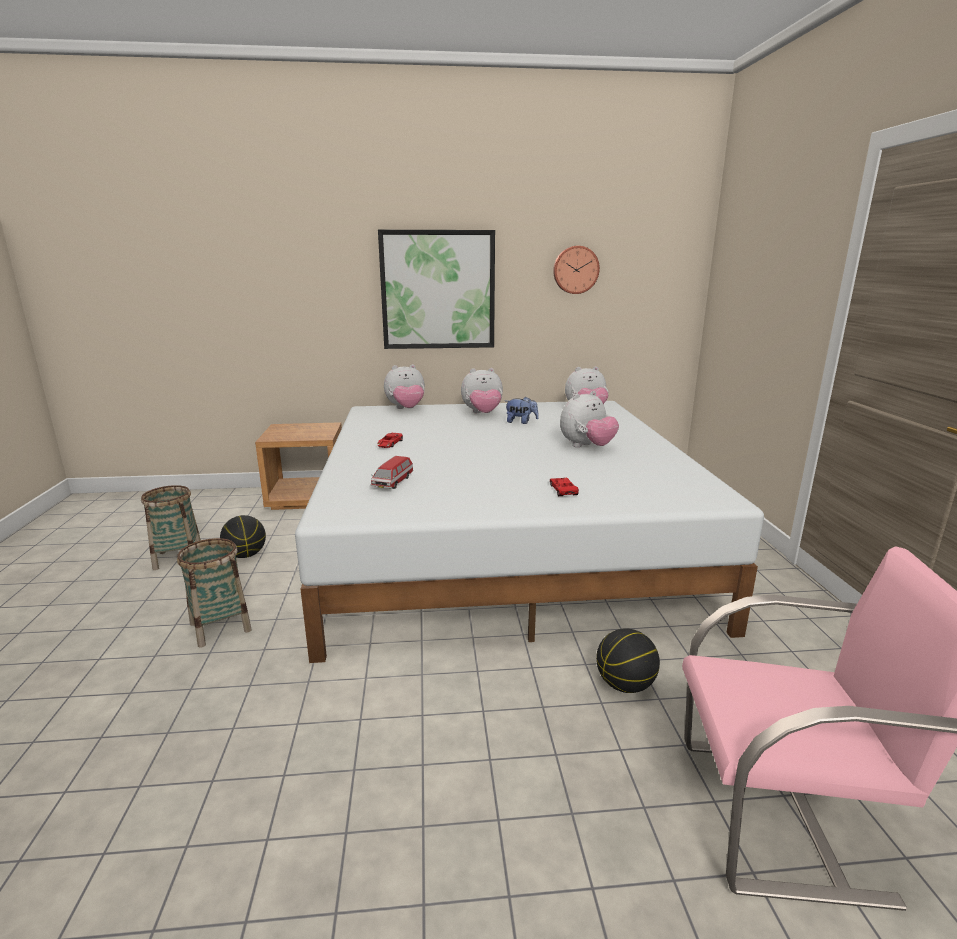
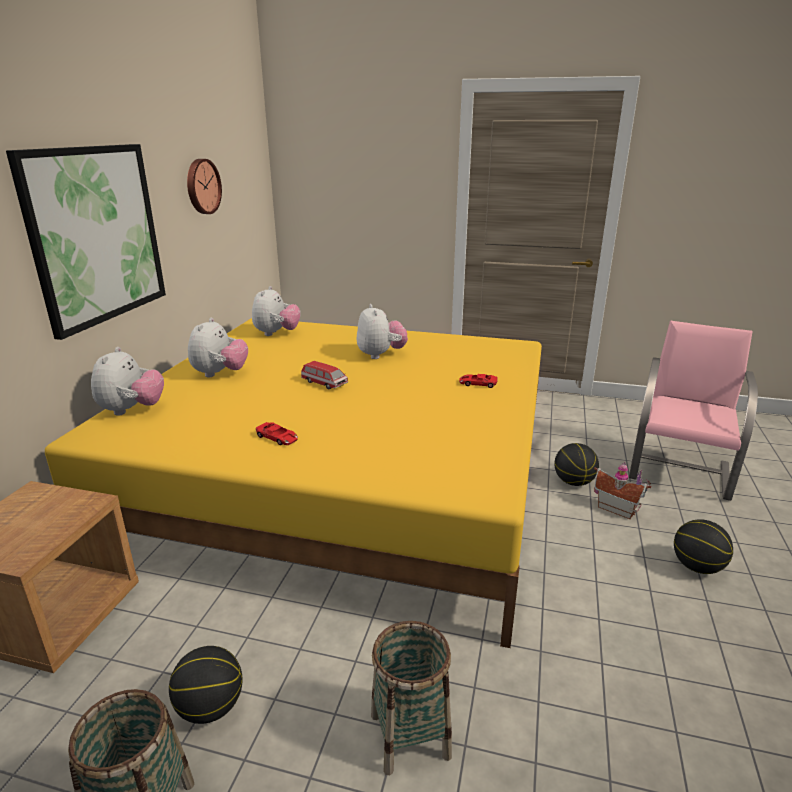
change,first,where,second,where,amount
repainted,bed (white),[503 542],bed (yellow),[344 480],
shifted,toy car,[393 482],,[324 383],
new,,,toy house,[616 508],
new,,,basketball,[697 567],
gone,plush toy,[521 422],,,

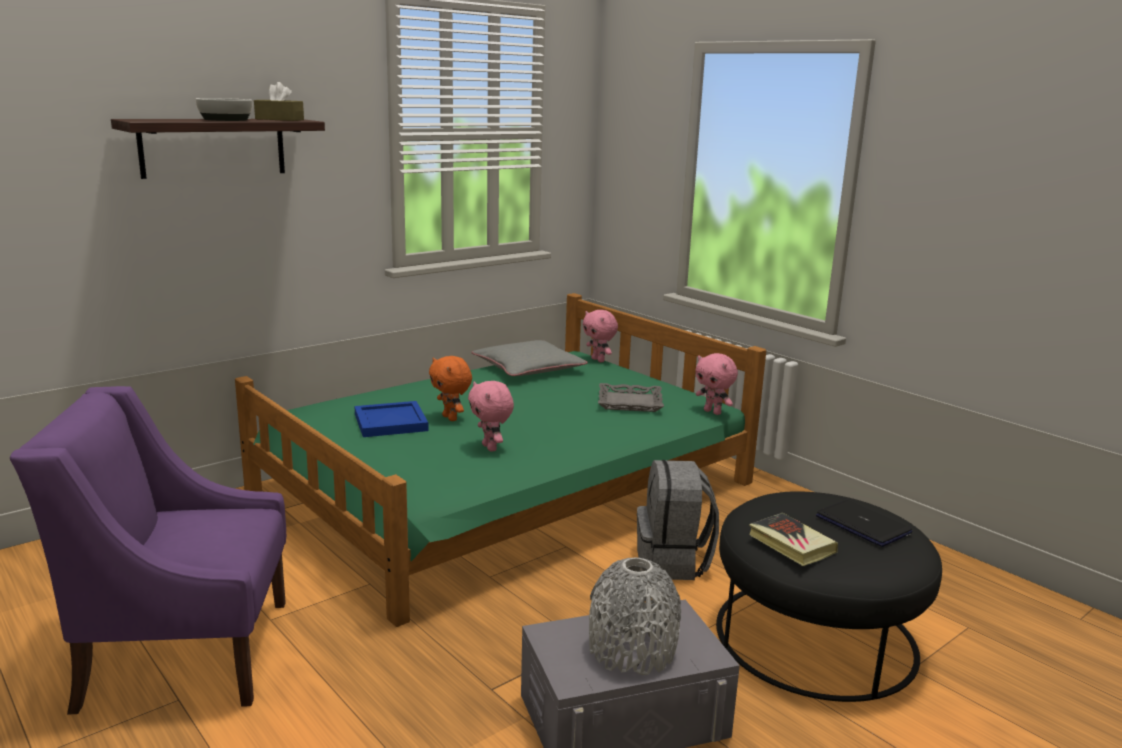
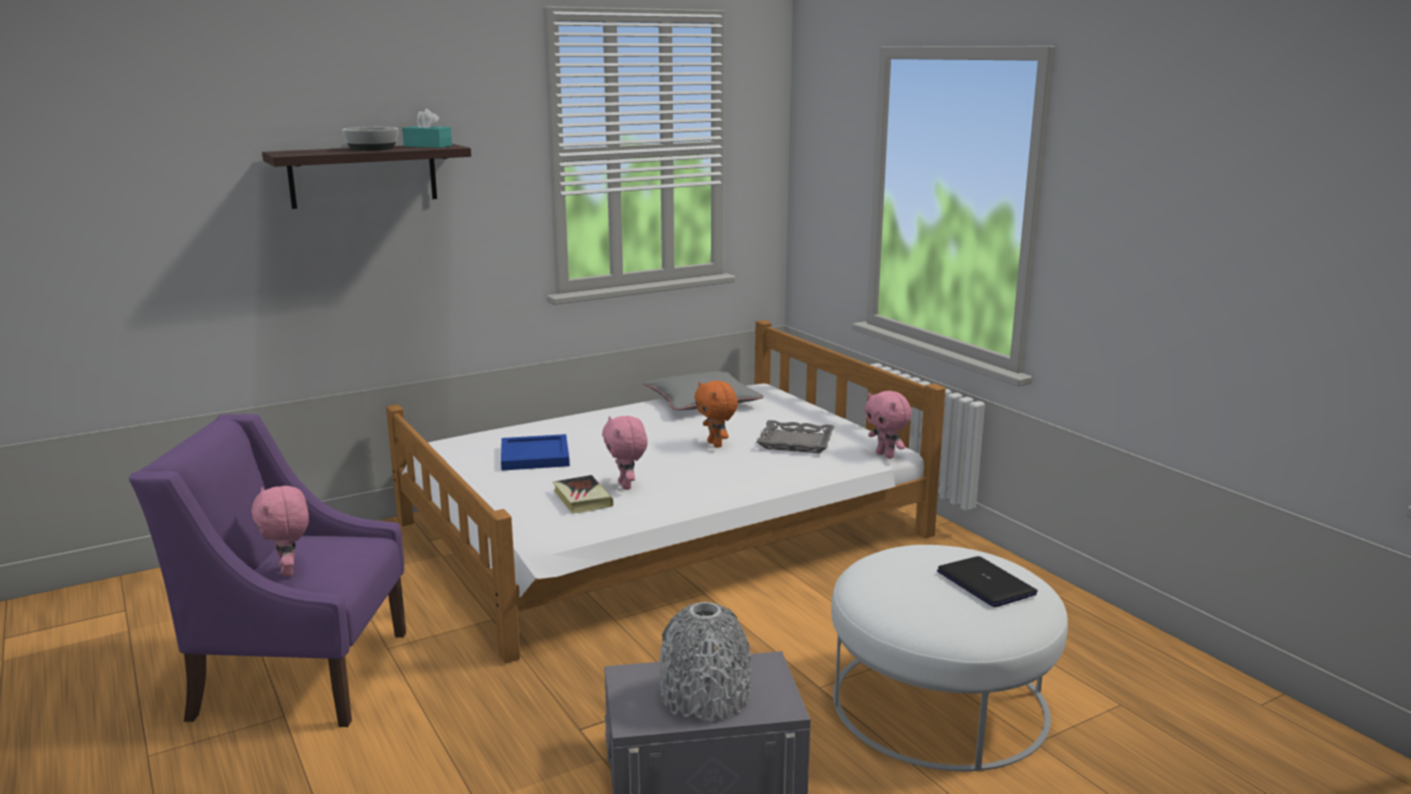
change,first,where,second,where,amount
shifted,plush toy (pink),[598 360],,[289 571],
repainted,bed (green),[505 488],bed (white),[661 529],
repainted,tissue box (brown),[279 119],tissue box (turquoise),[428 146],
shifted,book,[791 544],,[582 499],
shifted,plush toy (orange),[451 418],,[716 444],
repainted,ottoman (black),[815 637],ottoman (white),[939 703],
gone,backpack (grey),[673 563],,,

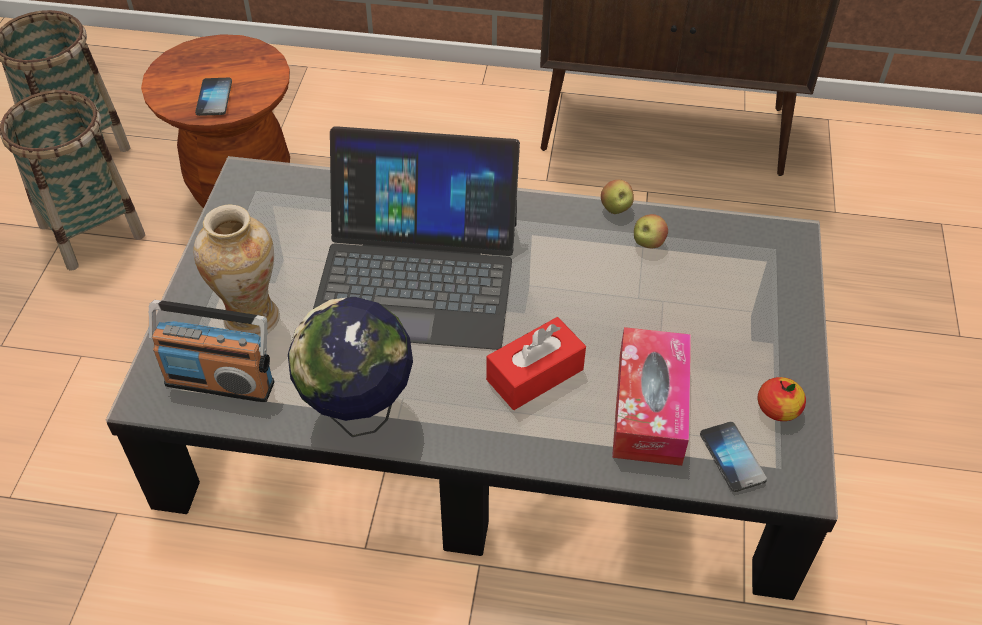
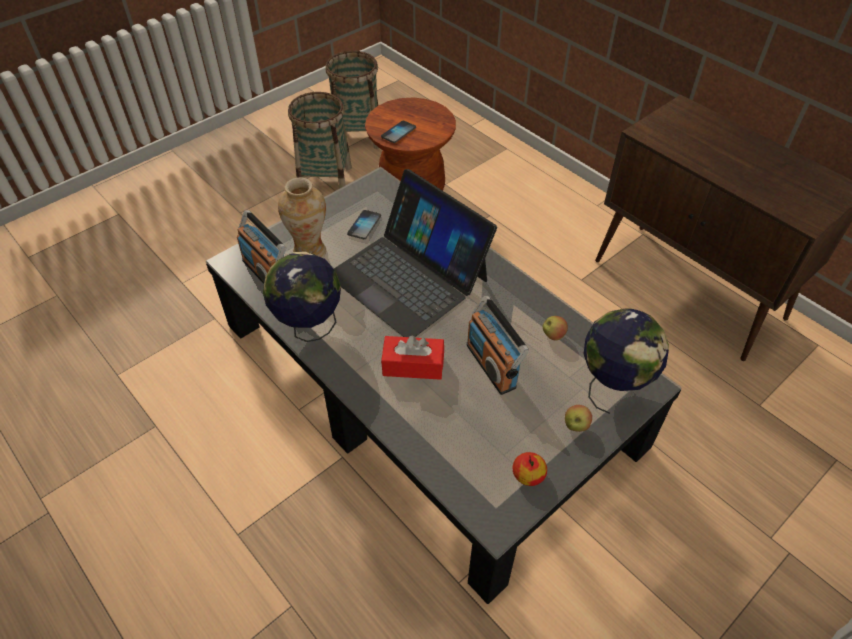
change,first,where,second,where,amount
shifted,phone,[732 457],,[364 225],
new,,,radio,[492 365],
shifted,apple,[616 209],,[575 426],
new,,,globe,[613 386],
gone,tissue box,[649 407],,,

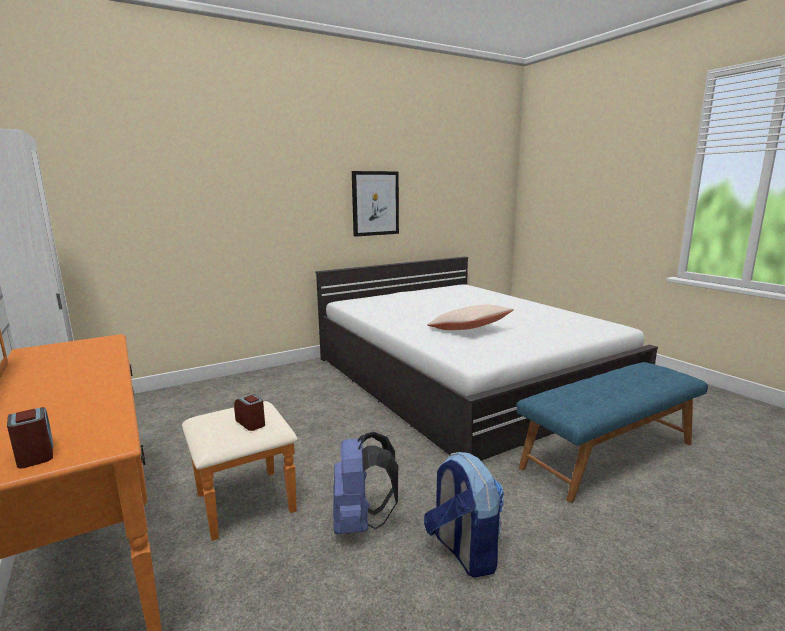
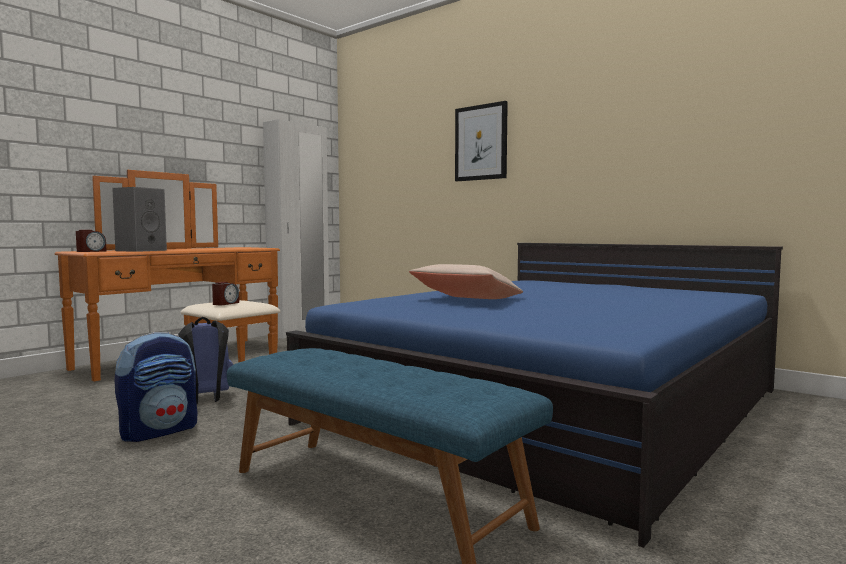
change,first,where,second,where,amount
new,,,speaker (grey),[141 250],
repainted,bed (white),[463 379],bed (blue),[556 405],
shifted,picture,[375 203],,[481 142],

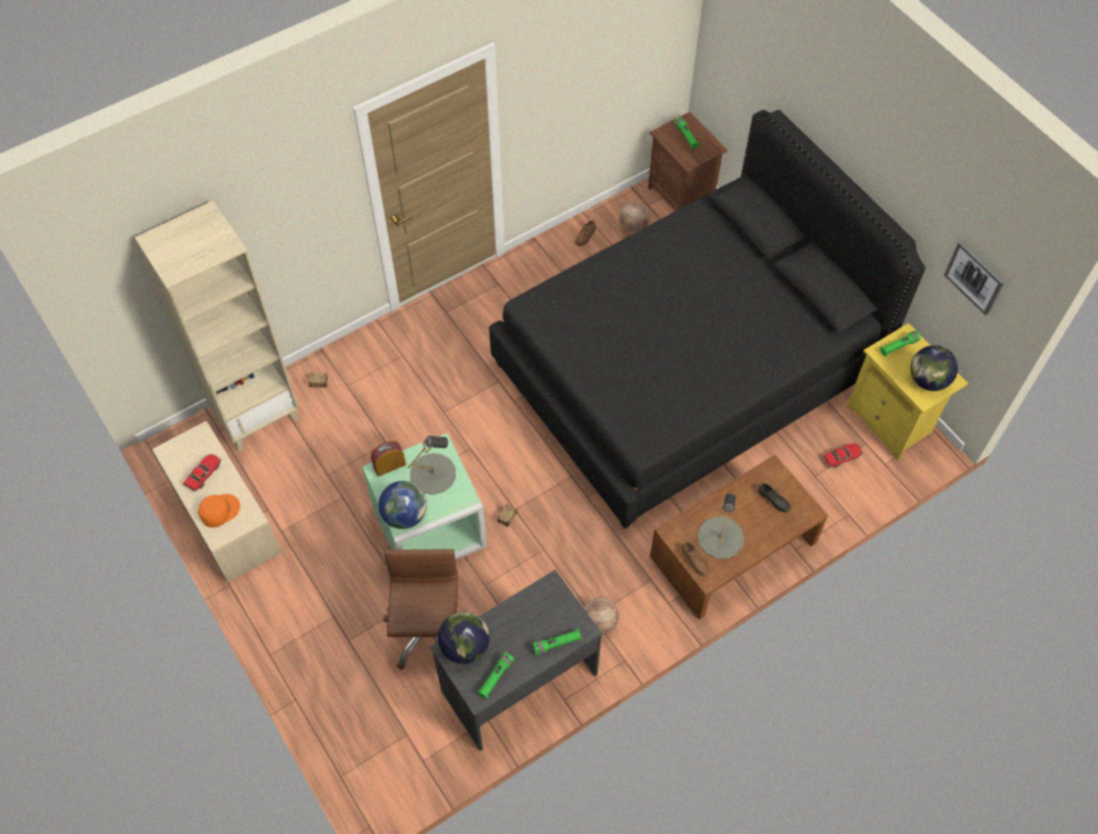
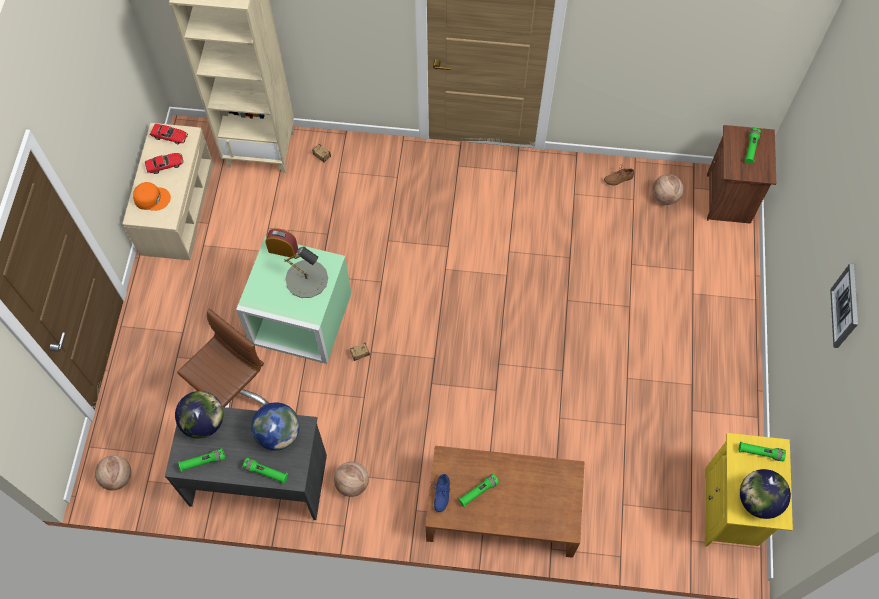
change,first,where,second,where,amount
new,,,basketball,[118 477],
shifted,toy car,[842 457],,[170 136],
shifted,globe,[404 515],,[278 433],
repainted,shoe (brown),[694 562],shoe (blue),[440 494],
swapped,table lamp (grey),[720 537],flashlight (green),[478 492],
shifted,picture,[975 277],,[846 306],
gone,bed (black),[685 368],,,
gone,shoe (grey),[773 501],,,

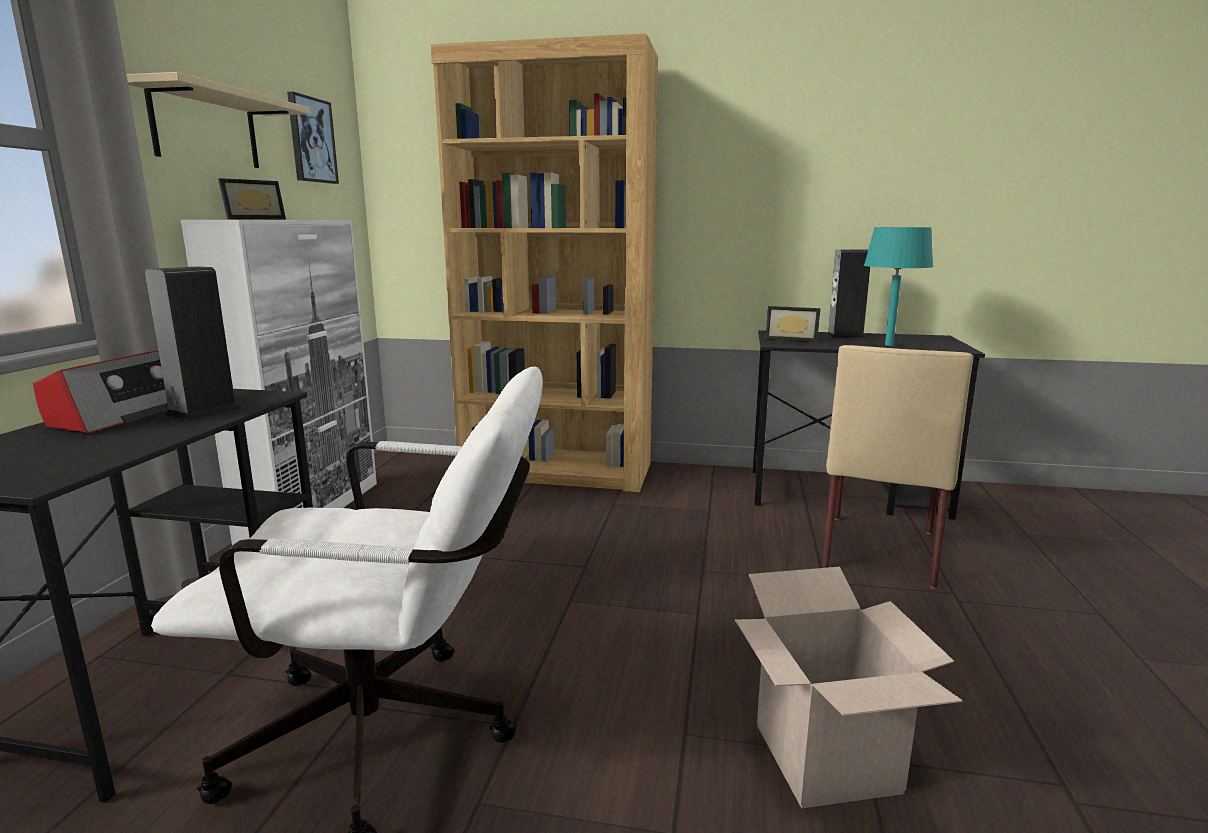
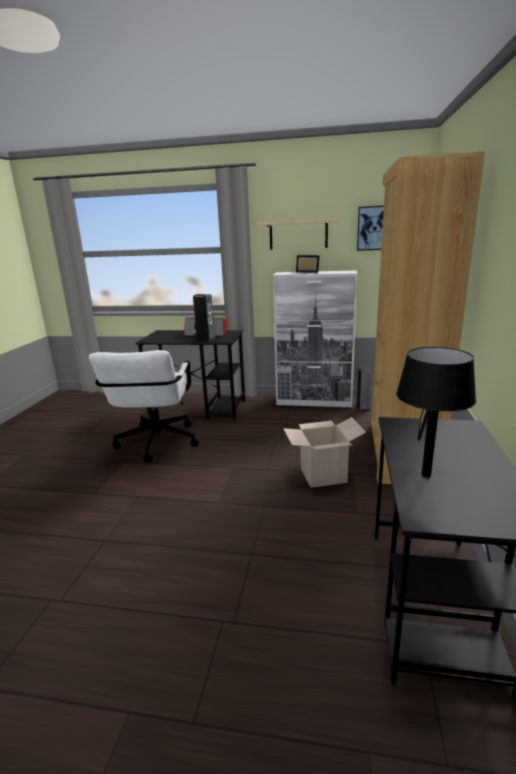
change,first,where,second,where,amount
shifted,cardboard box,[826 758],,[323 475],
shifted,speaker,[845 336],,[362 408],
repainted,table lamp (turquoise),[889 345],table lamp (black),[426 475],
gone,chair (beige),[879 548],,,

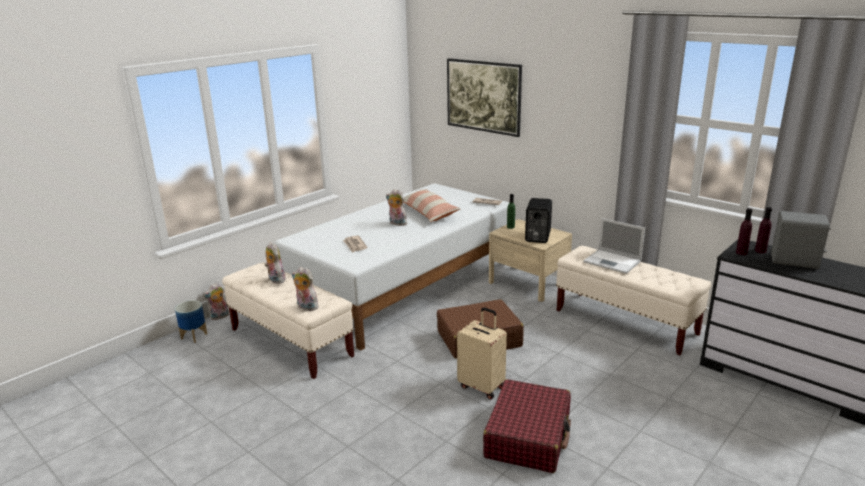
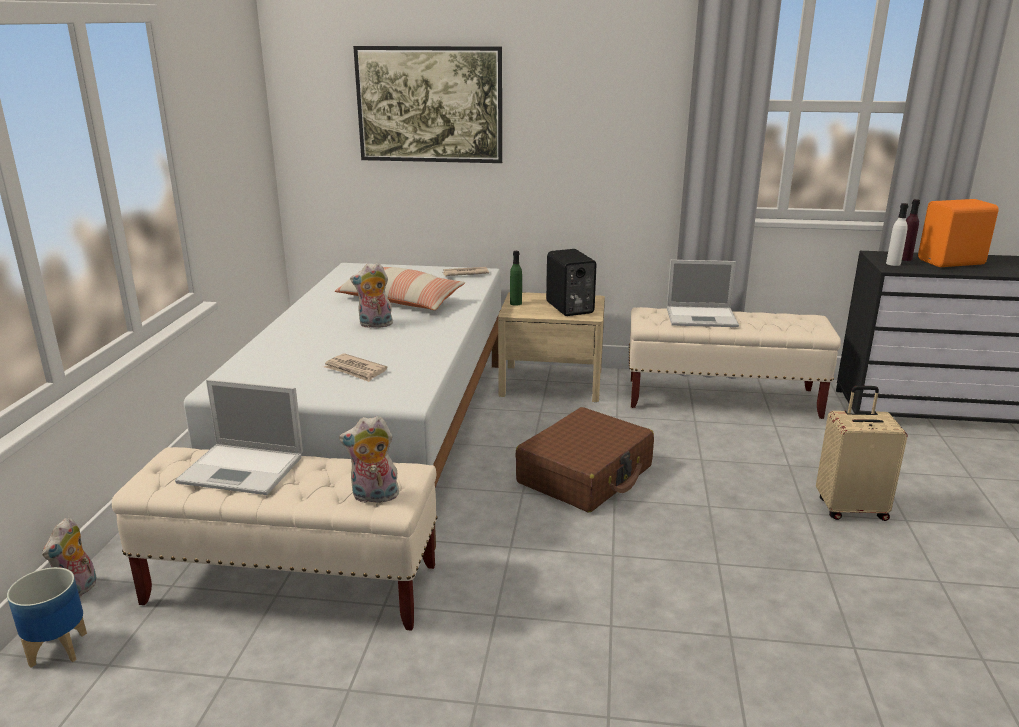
change,first,where,second,where,amount
swapped,plush toy,[275 280],laptop,[244 469],
shifted,suitcase (beige),[482 386],,[850 508],
repainted,bottle (purple),[741 253],bottle (white),[893 263],
repainted,speaker (grey),[795 262],speaker (orange),[952 262],
gone,suitcase (red),[528 436],,,

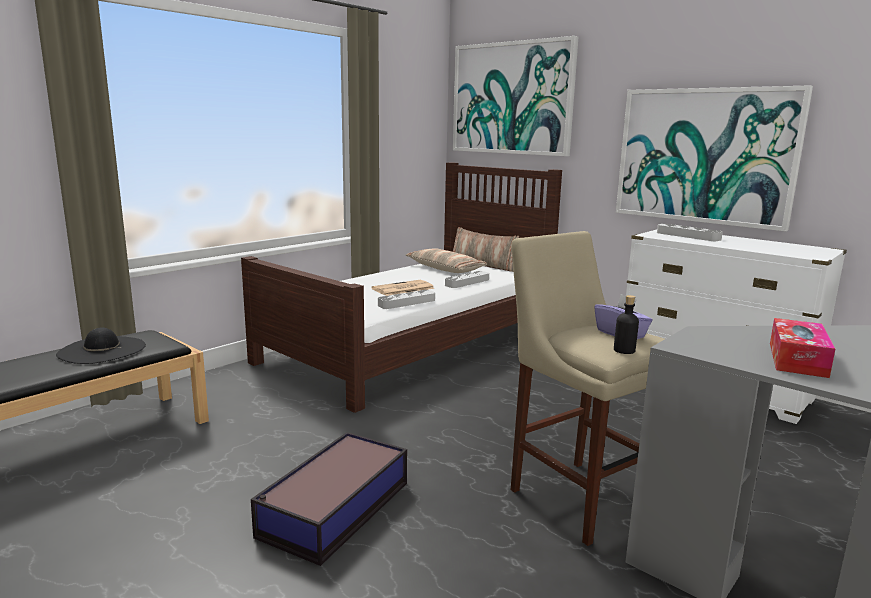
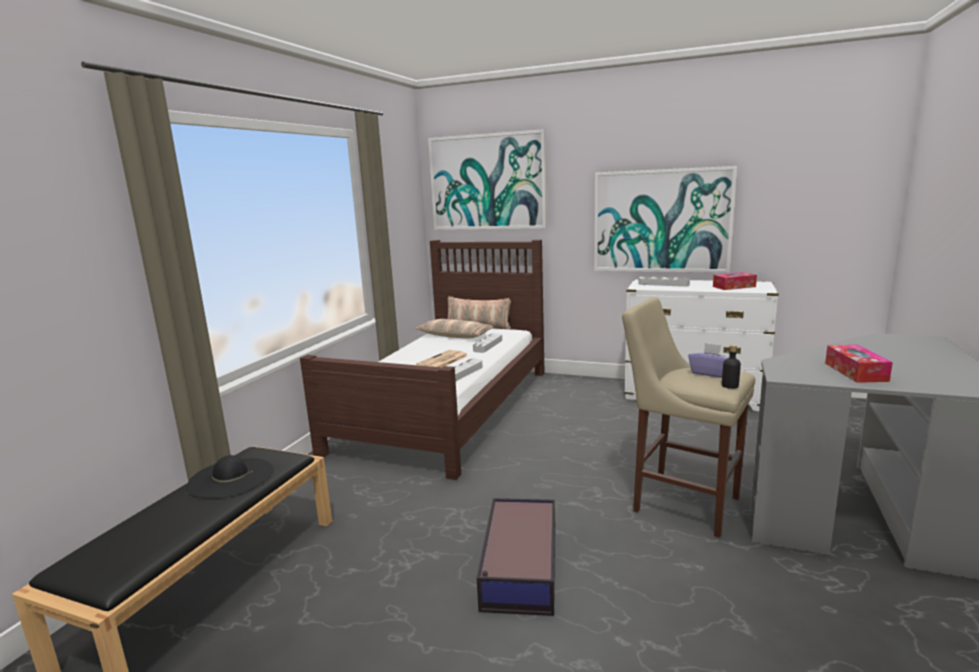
change,first,where,second,where,amount
new,,,tissue box,[734 287],

